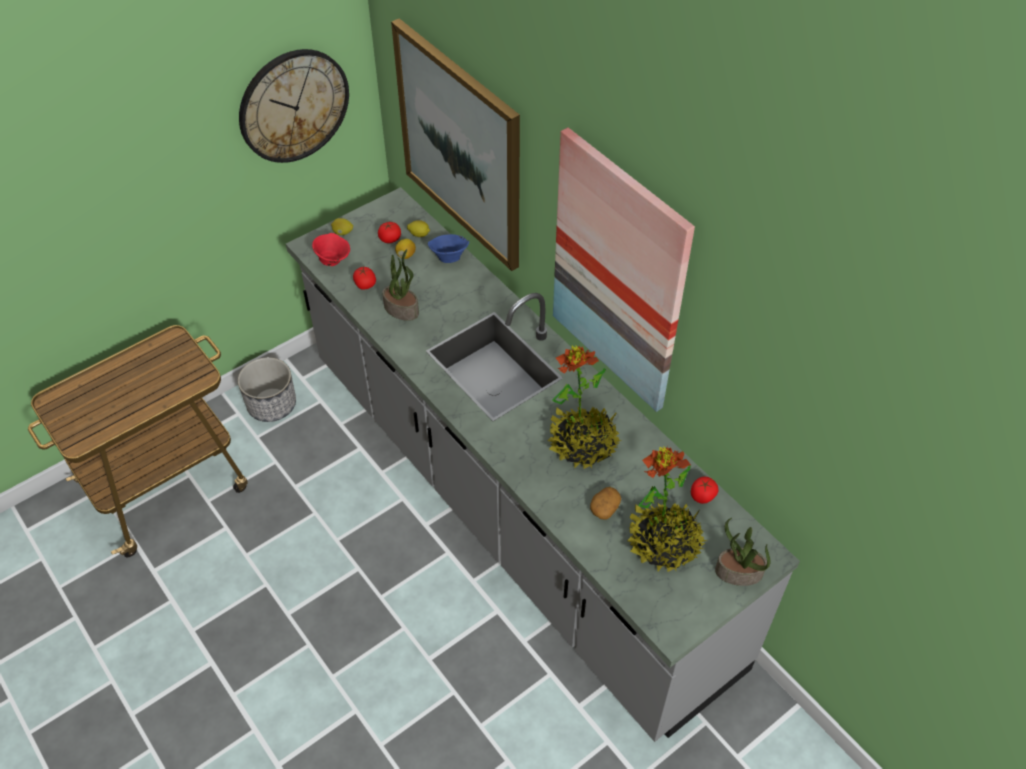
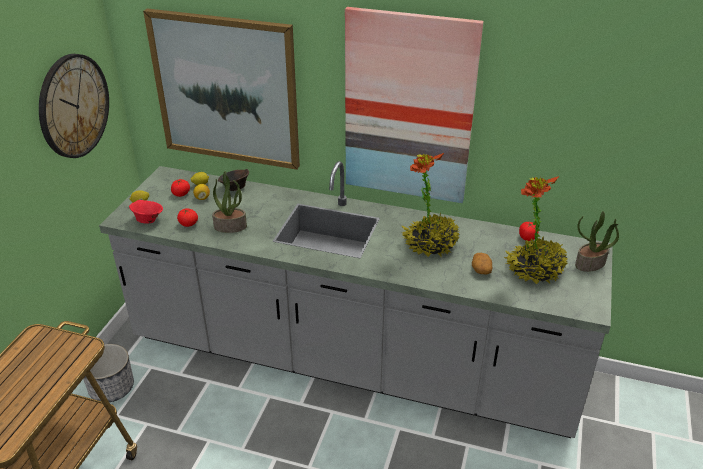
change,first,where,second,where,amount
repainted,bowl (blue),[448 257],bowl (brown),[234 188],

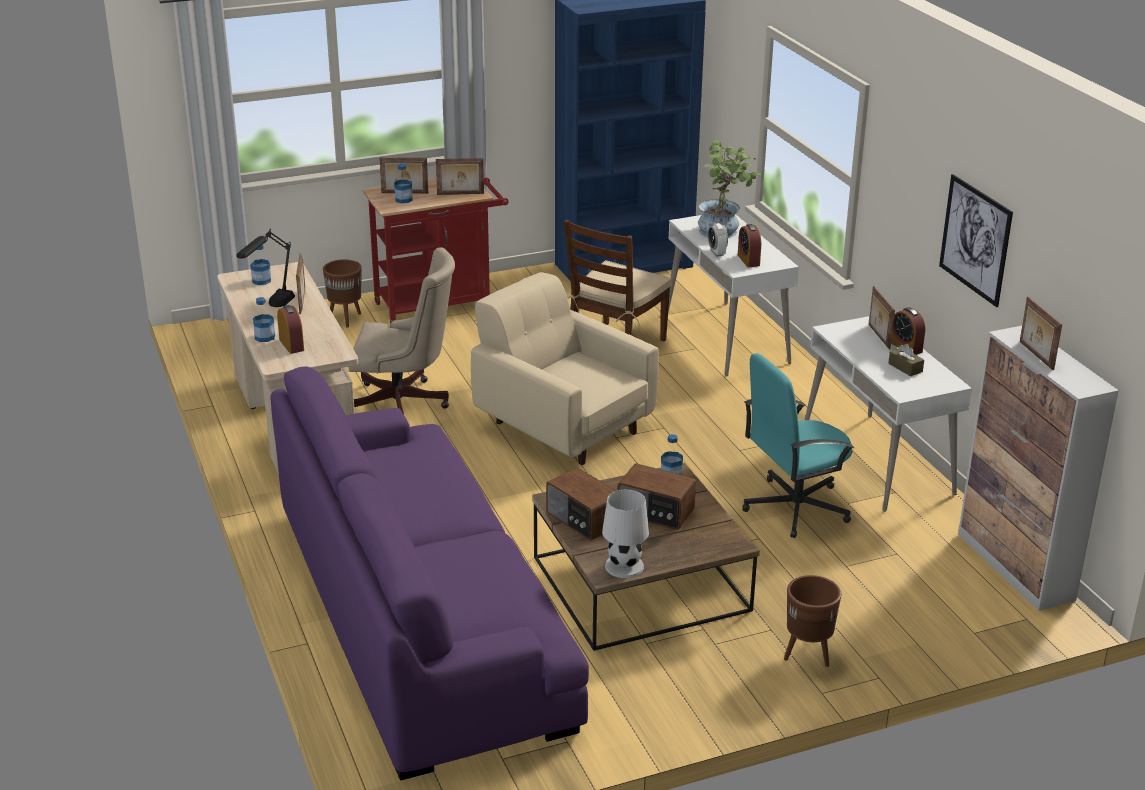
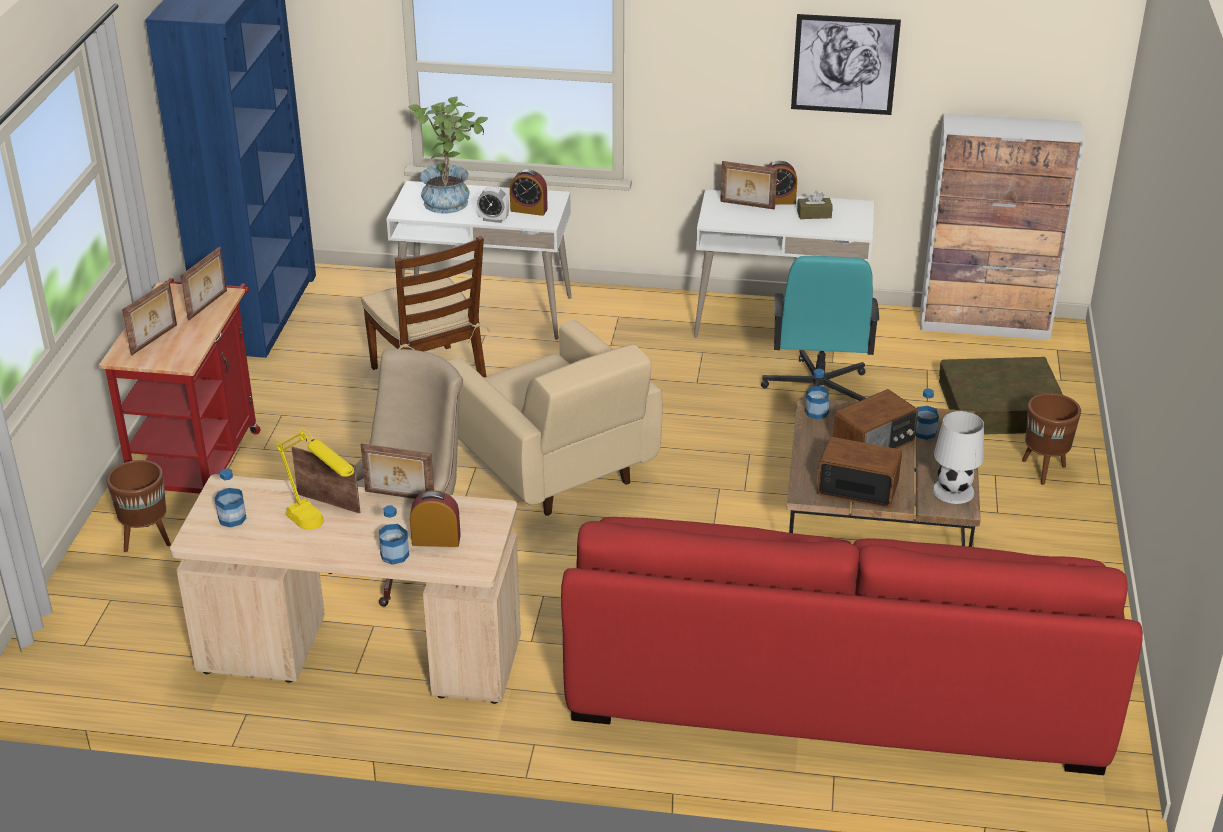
change,first,where,second,where,amount
repainted,table lamp (black),[271 308],table lamp (yellow),[321 531],
shifted,picture frame,[1035 355],,[399 496],
rotated,armchair (beige),[562 425],,[555 467],105 degrees counterclockwise
repainted,sofa (purple),[420 615],sofa (red),[836 677],
rotated,radio,[582 520],,[857 488],150 degrees counterclockwise
shifted,bottle,[403 199],,[924 432],
new,,,storage box (brown),[1001 406],

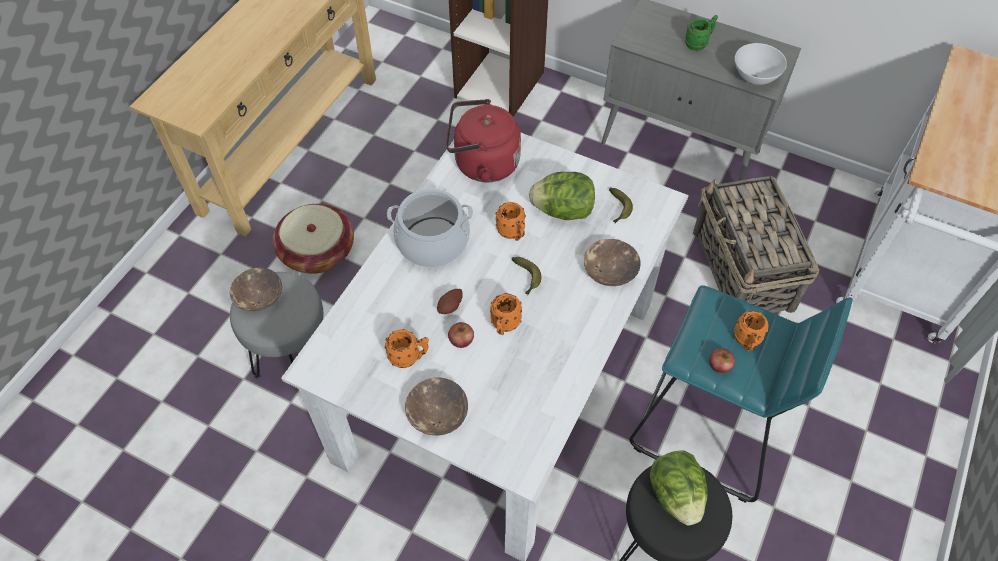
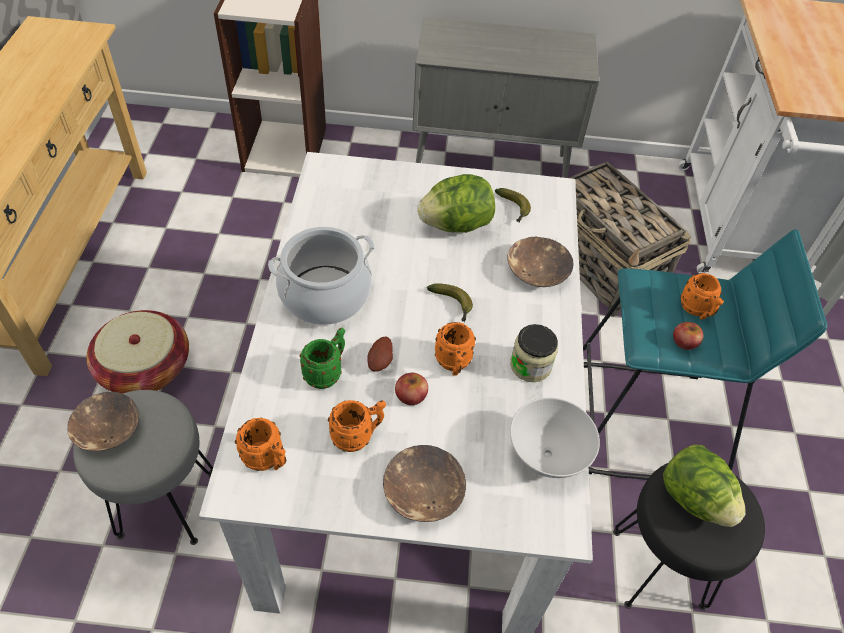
change,first,where,second,where,amount
shifted,mug (orange),[513 234],,[268 460],
shifted,mug (green),[698 43],,[327 372],
new,,,jar,[530 365],
shifted,bowl (white),[755 78],,[548 456],
gone,kettle (red),[482 163],,,

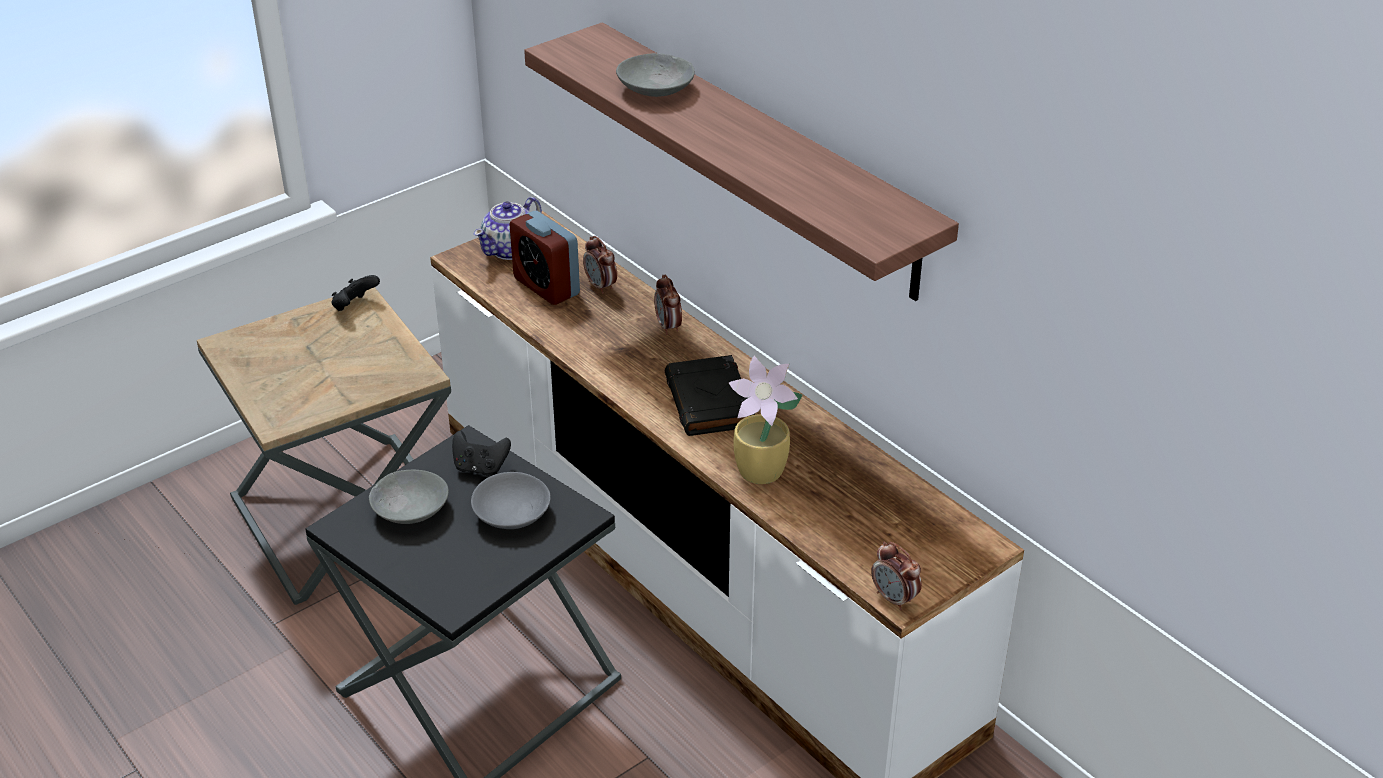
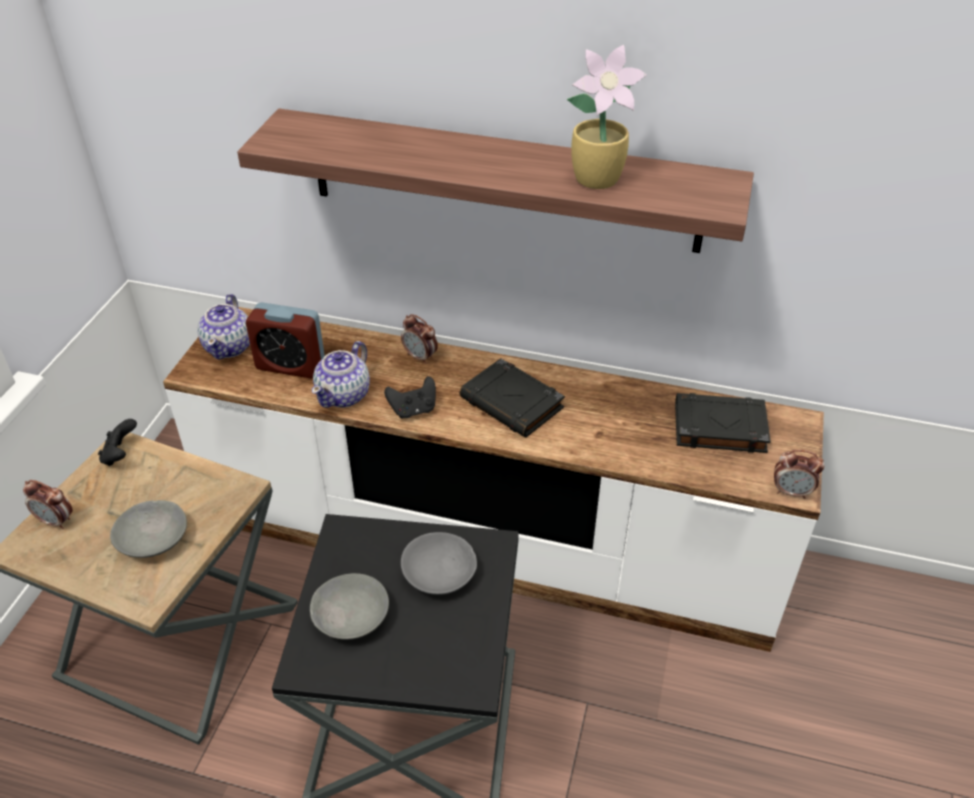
change,first,where,second,where,amount
shifted,alarm clock,[601 286],,[56 521],
shifted,bowl (grey),[657 88],,[154 538],
new,,,teapot,[344 395],
shifted,game controller (black),[480 468],,[413 410],
shifted,potted plant,[762 473],,[599 179],
new,,,book (black),[718 428],

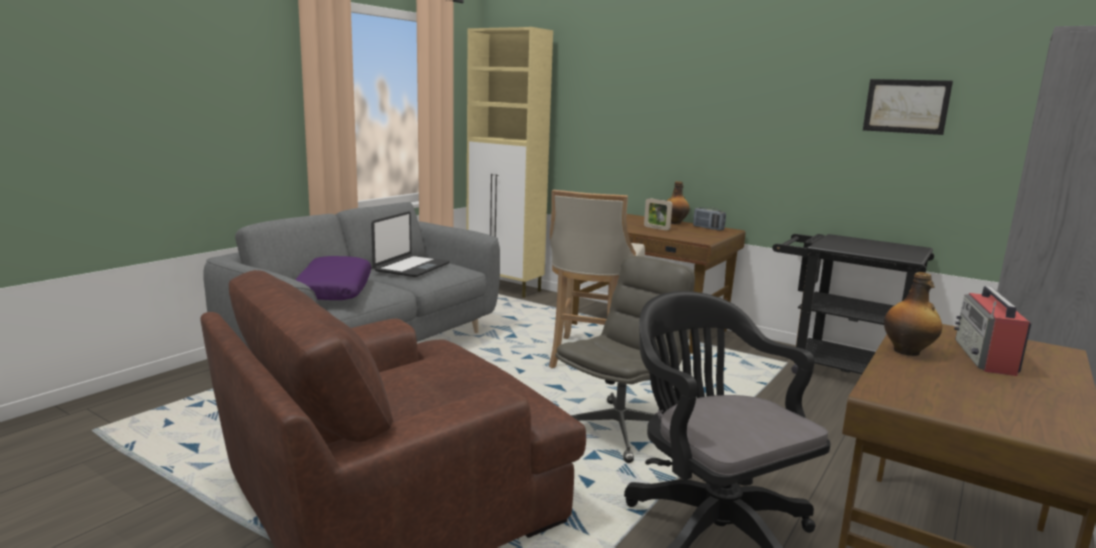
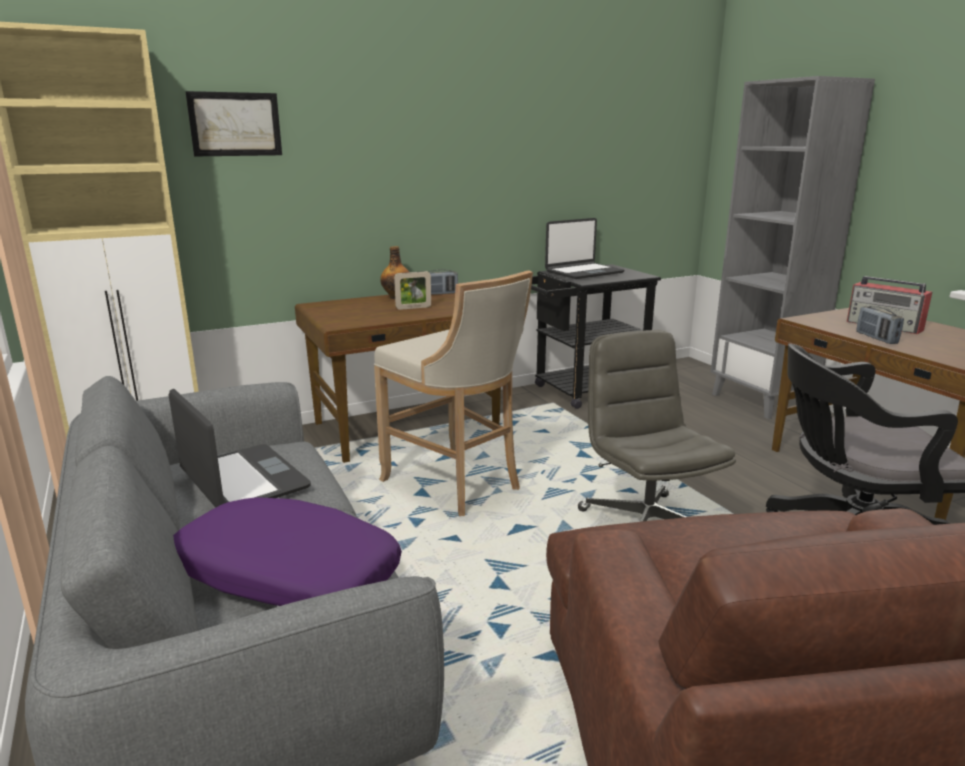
change,first,where,second,where,amount
shifted,picture,[906 106],,[235 124],
new,,,laptop,[583 272],
swapped,bottle,[907 352],radio,[876 338],

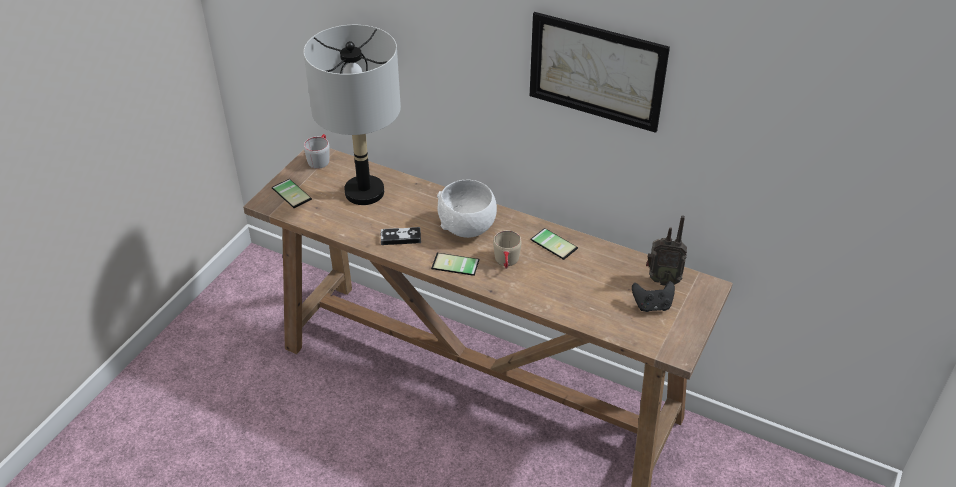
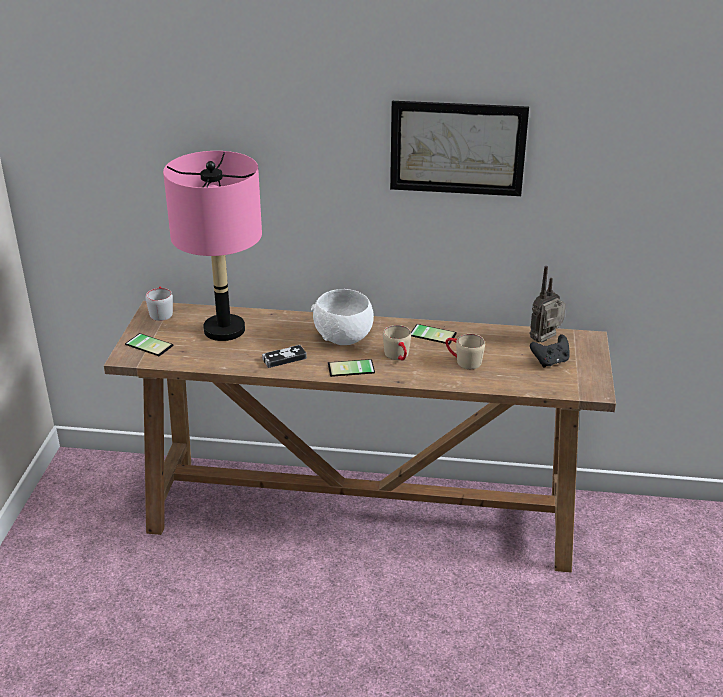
change,first,where,second,where,amount
repainted,table lamp (grey),[365 192],table lamp (pink),[225 330],
new,,,mug (beige),[463 361],
rotated,radio,[662 279],,[546 341],150 degrees clockwise

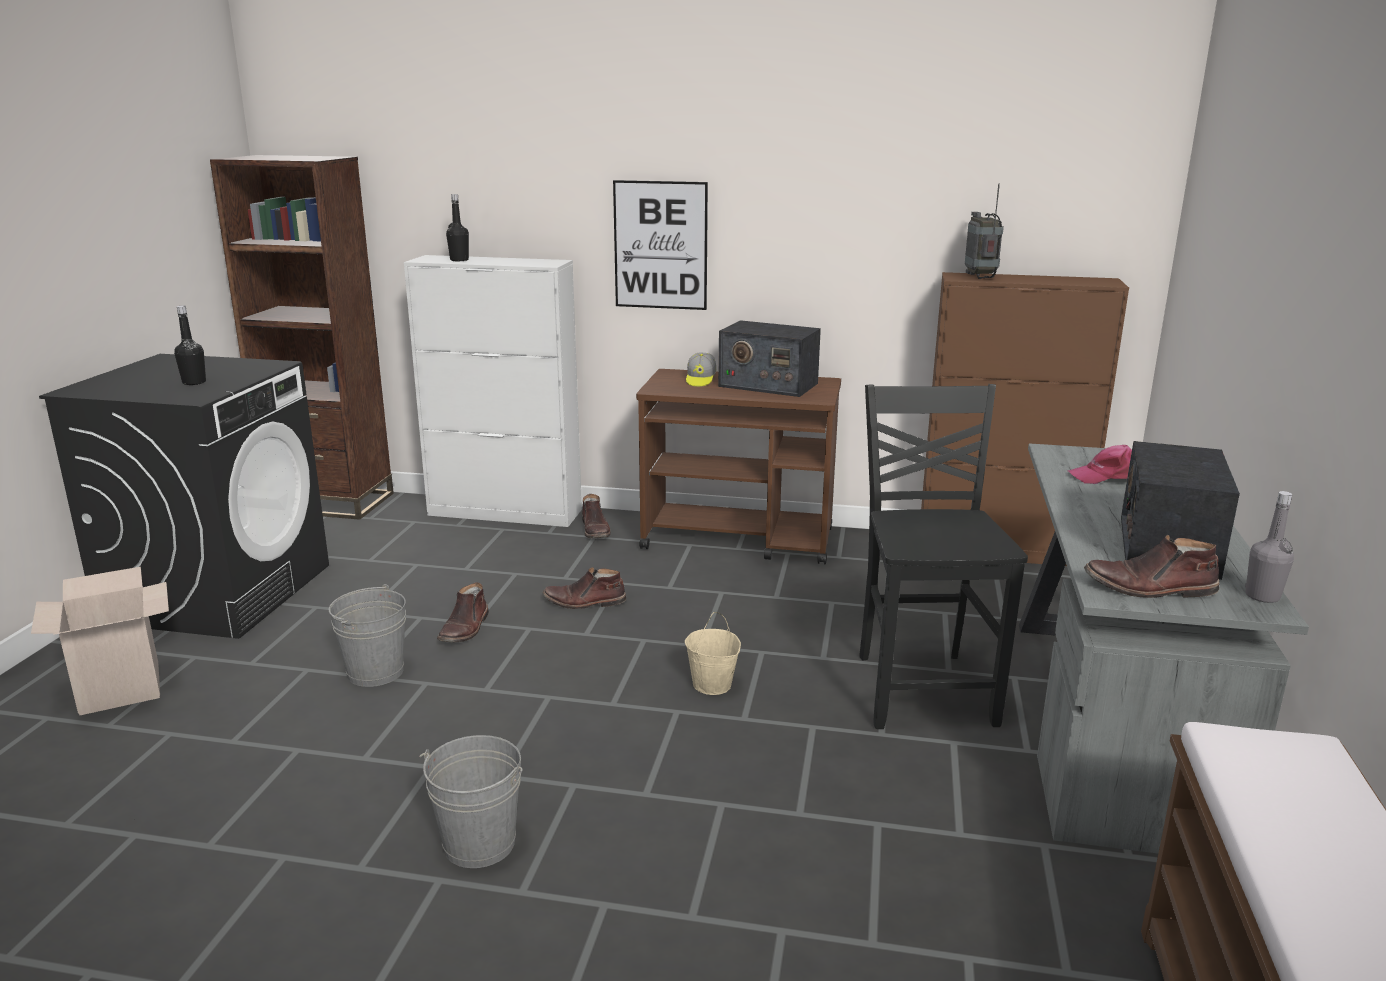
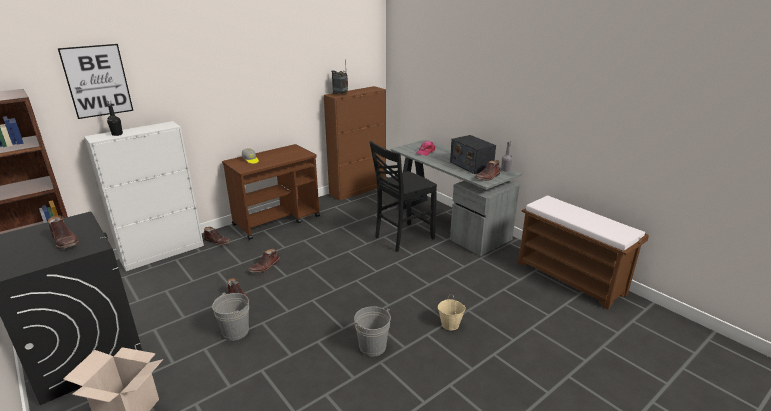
change,first,where,second,where,amount
swapped,bottle (black),[194 382],boot (brown),[65 241],
shifted,picture,[660 245],,[97 81],
rotated,chair (black),[922 688],,[402 237],75 degrees counterclockwise
shifted,bucket (beige),[712 685],,[450 324],
gone,radio,[767 385],,,

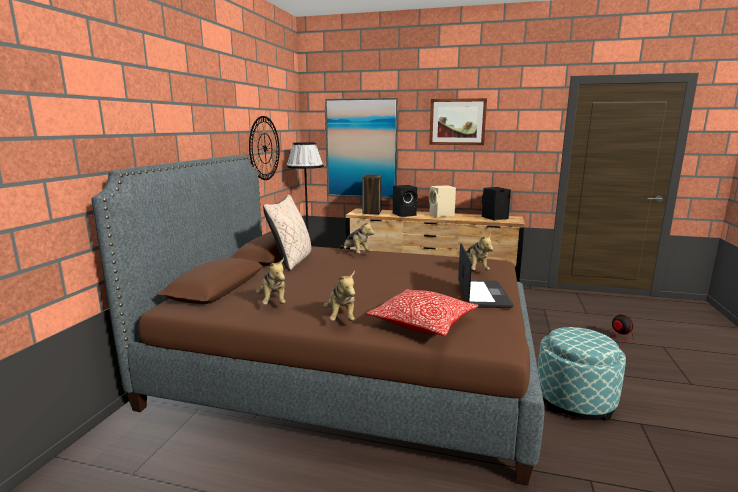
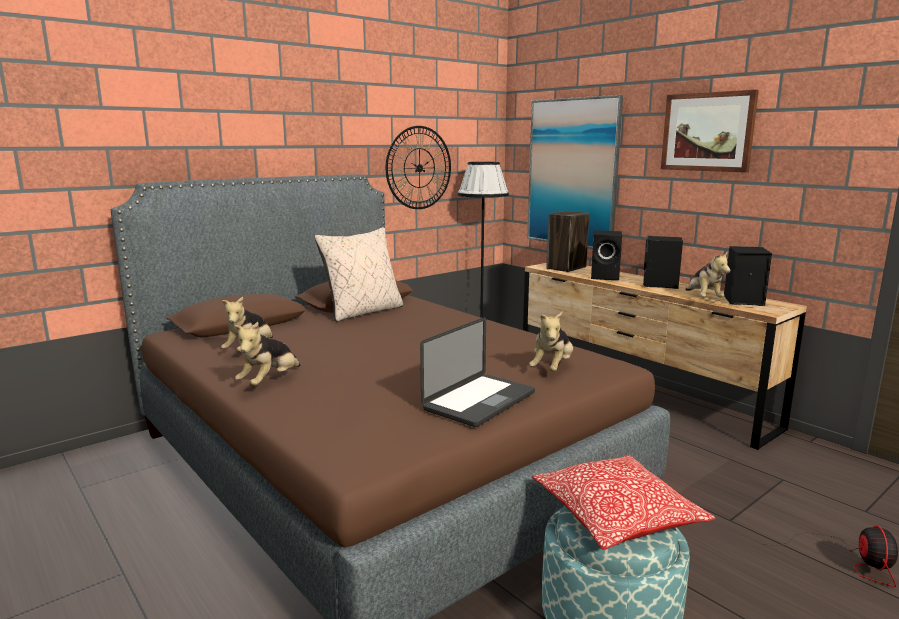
change,first,where,second,where,amount
shifted,pillow,[423 323],,[616 517],
repainted,speaker (beige),[441 215],speaker (black),[660 285],
shifted,plush toy,[356 254],,[703 298],

